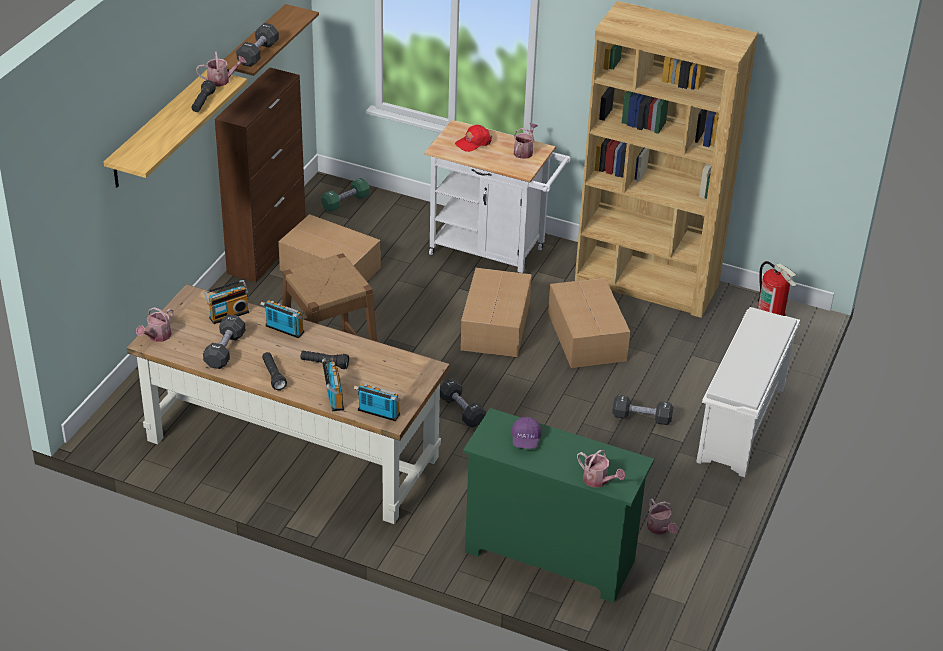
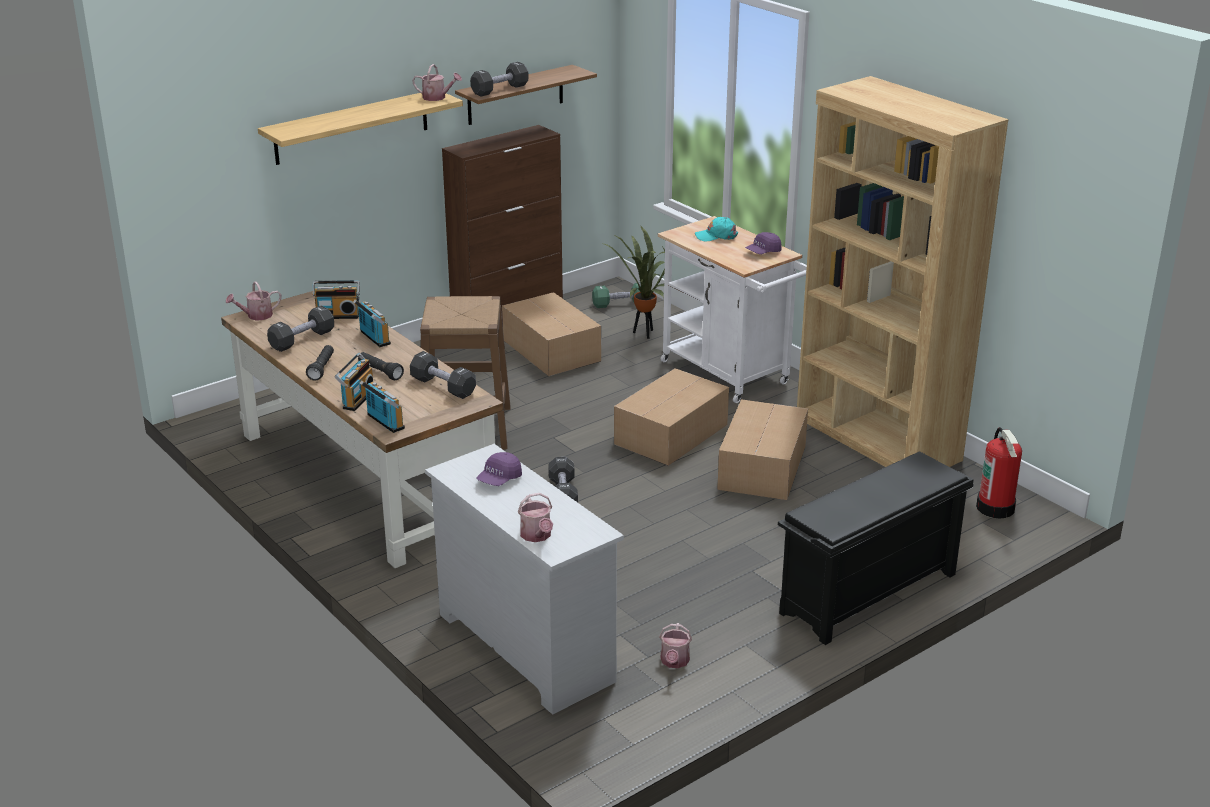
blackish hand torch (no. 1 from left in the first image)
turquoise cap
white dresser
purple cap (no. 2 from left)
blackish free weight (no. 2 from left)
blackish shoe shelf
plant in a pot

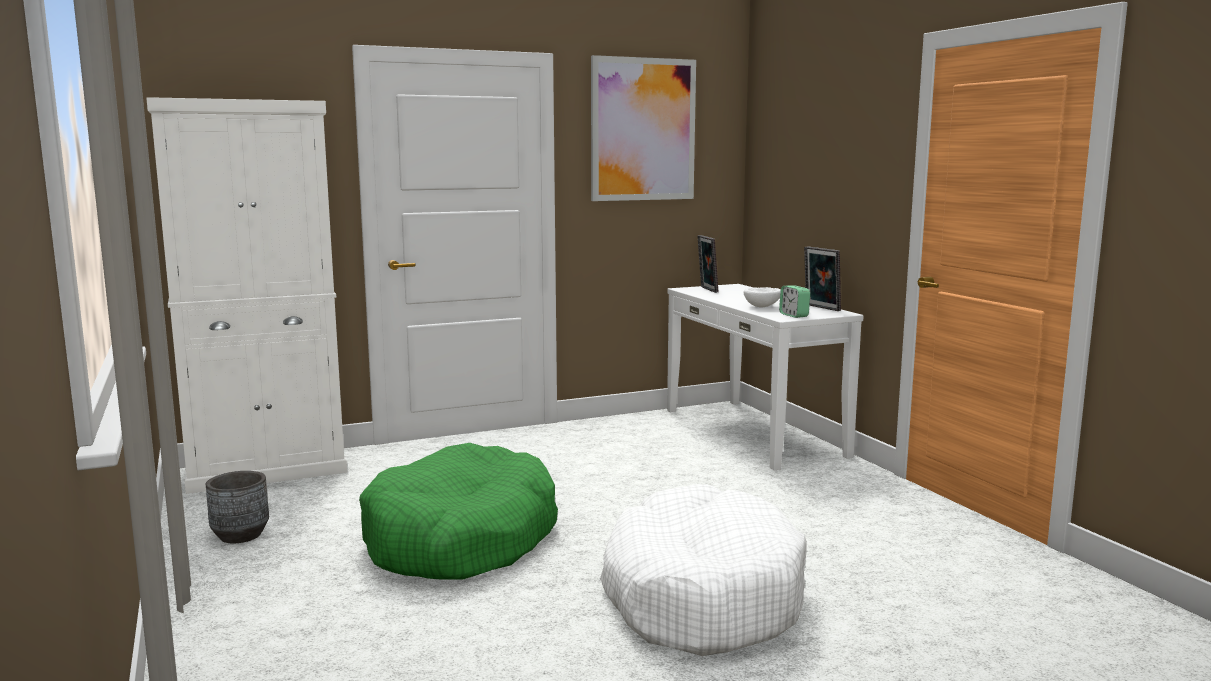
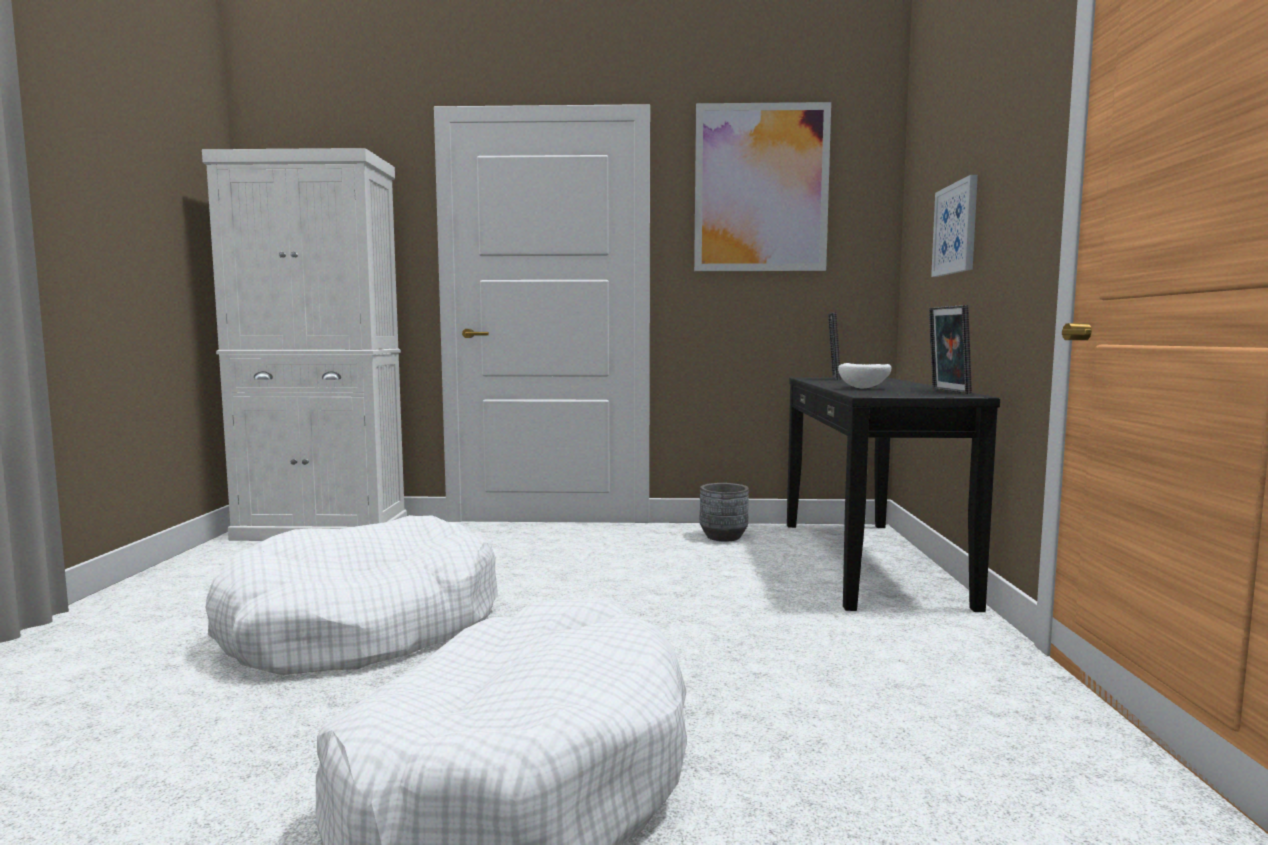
greyish flower pot
white dog bed (no. 1 from left)
blackish narrow table
alarm clock
wall picture (no. 2 from left)

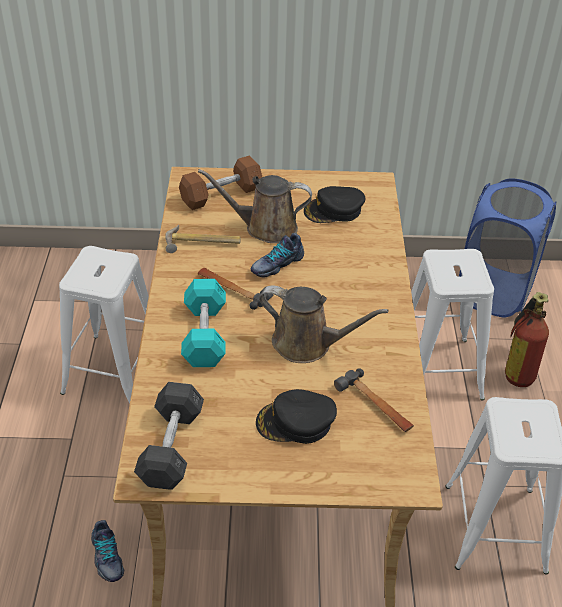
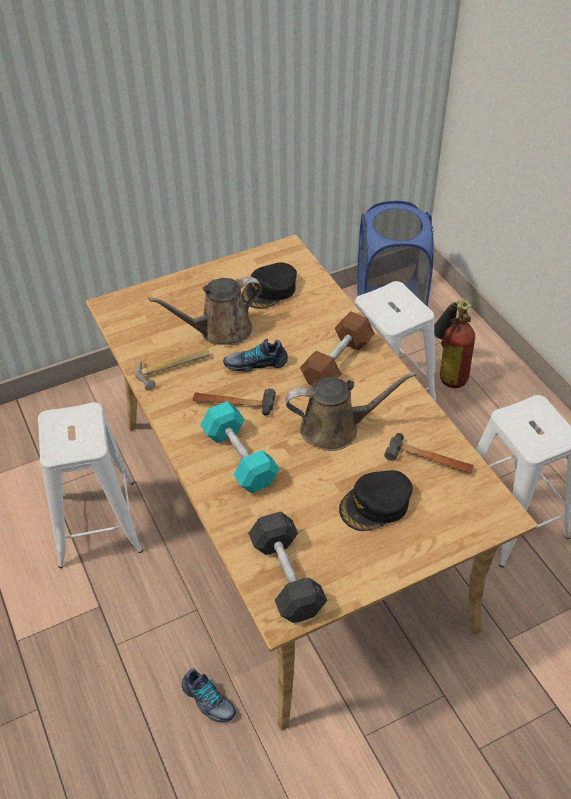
brown free weight
item of footwear (no. 2 from left)

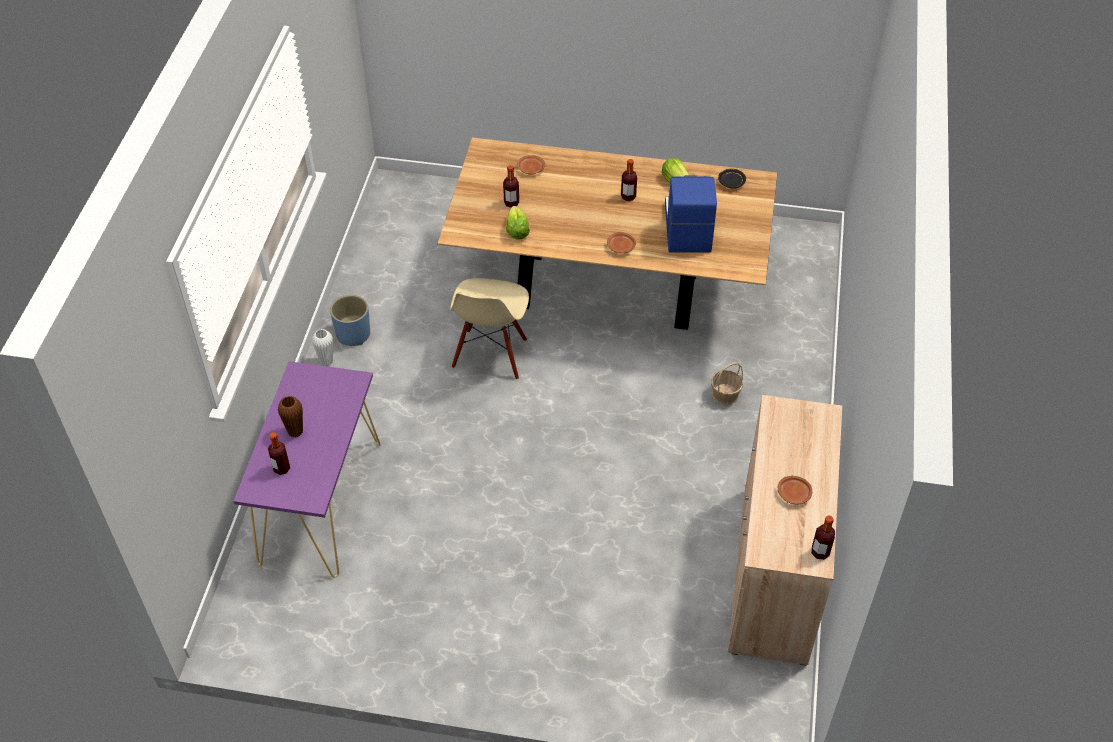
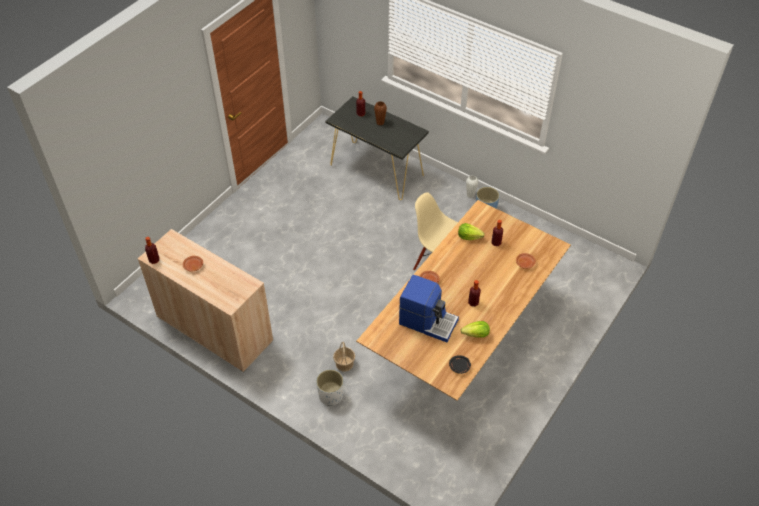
blackish narrow table
white flower pot

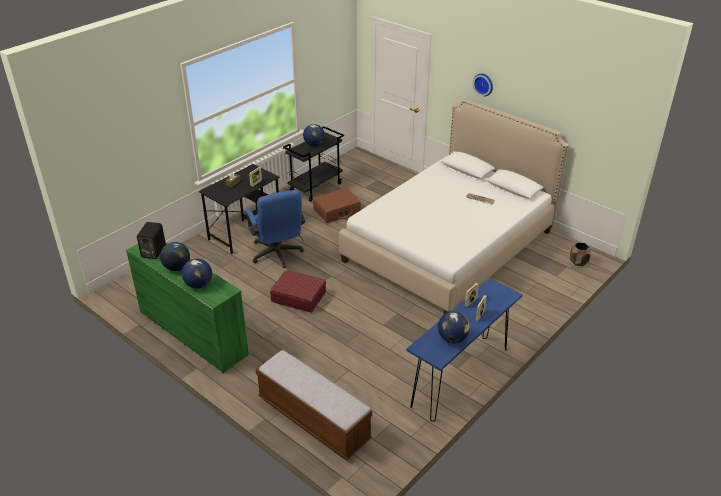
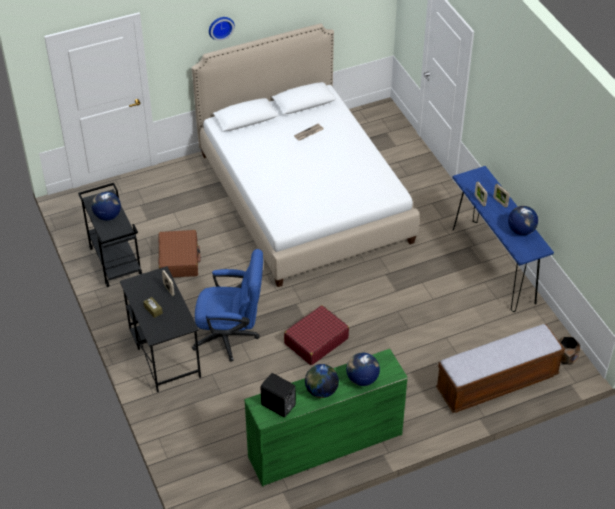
brown flower pot

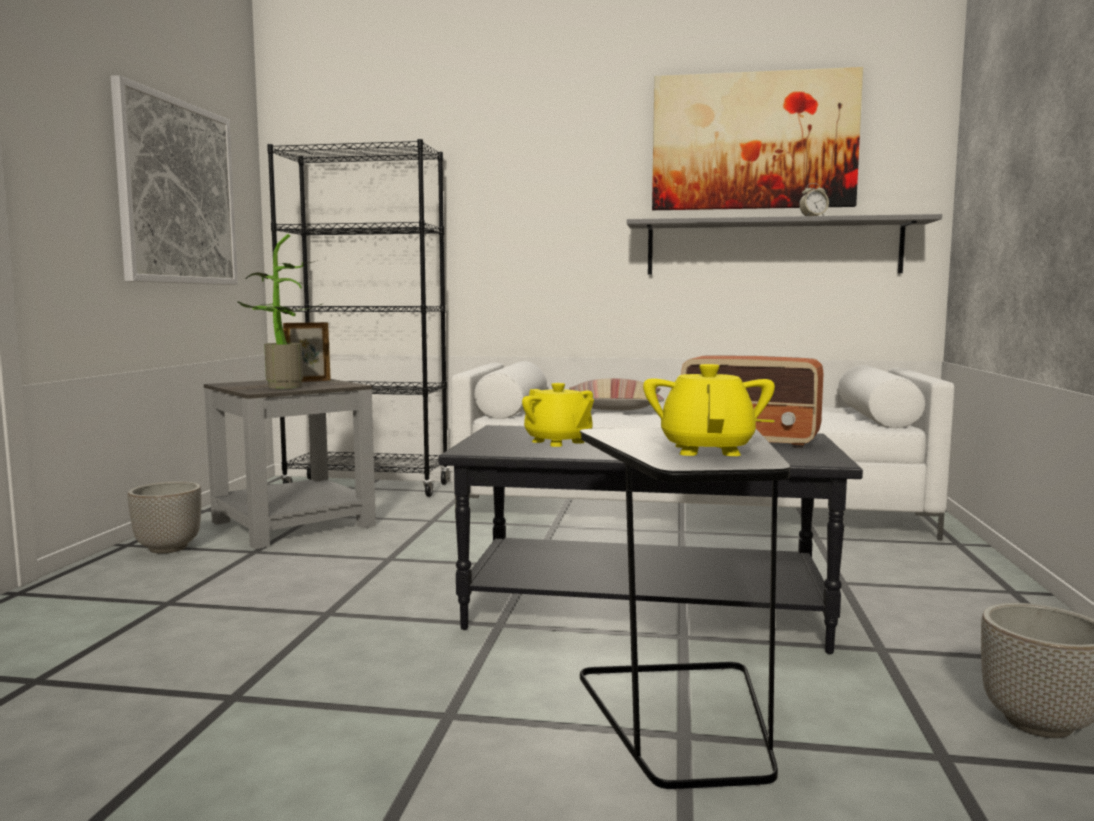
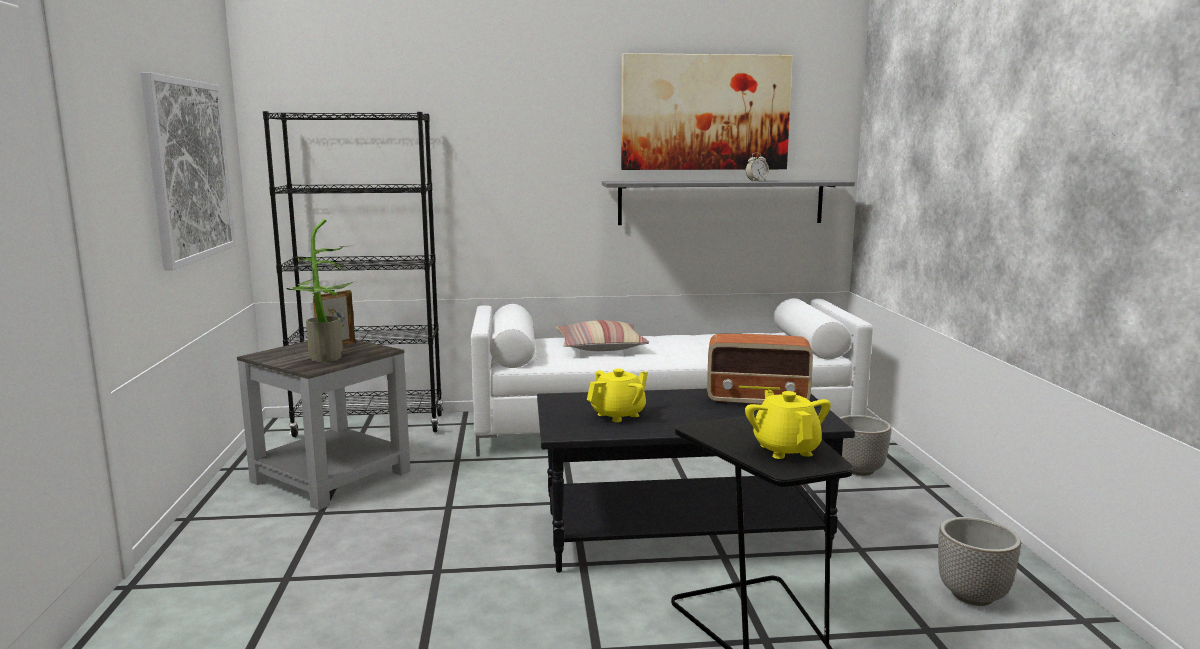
flower pot (no. 1 from left)
yellow tea pot (no. 1 from left)

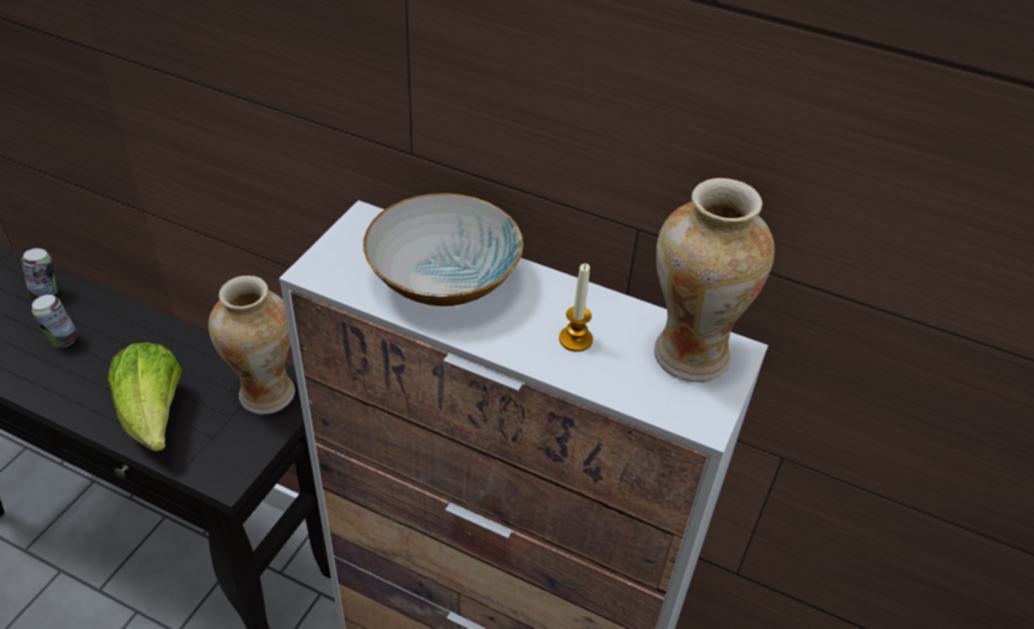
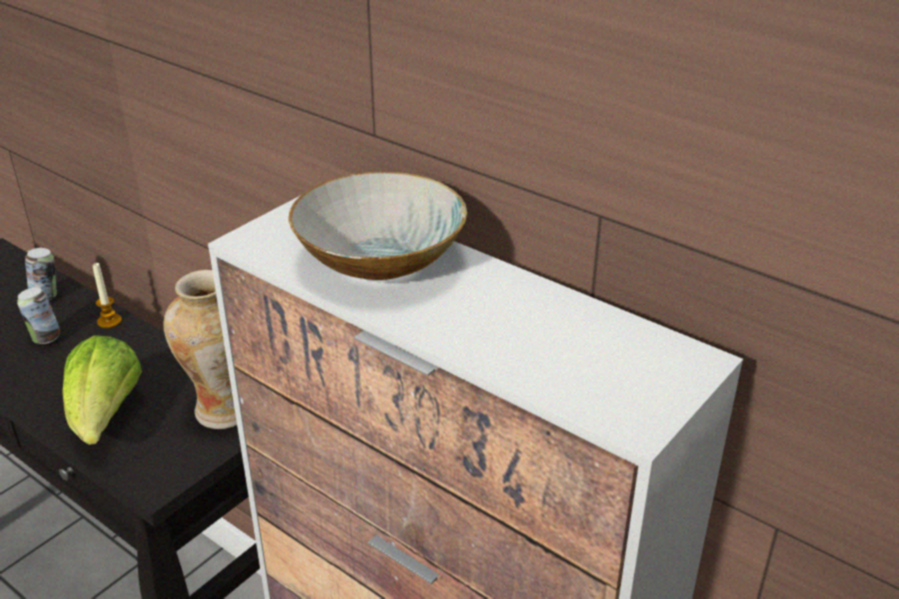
wax candle
vase (no. 2 from left in the first image)

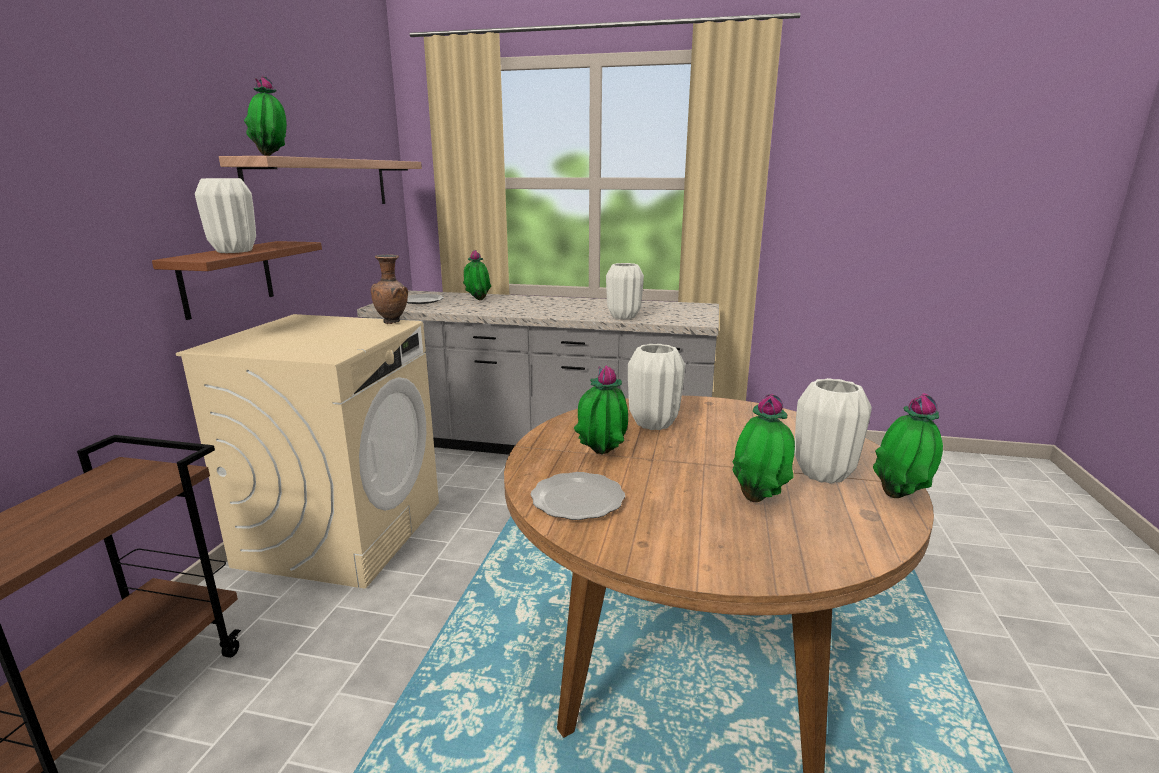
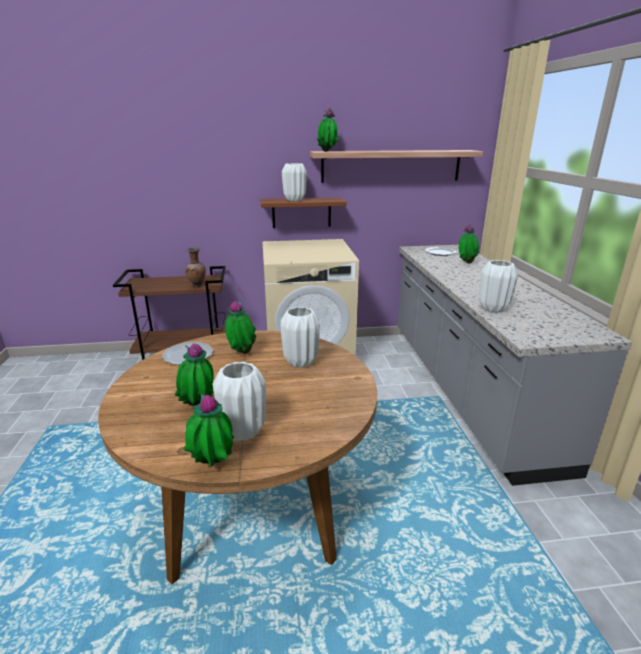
brown vase

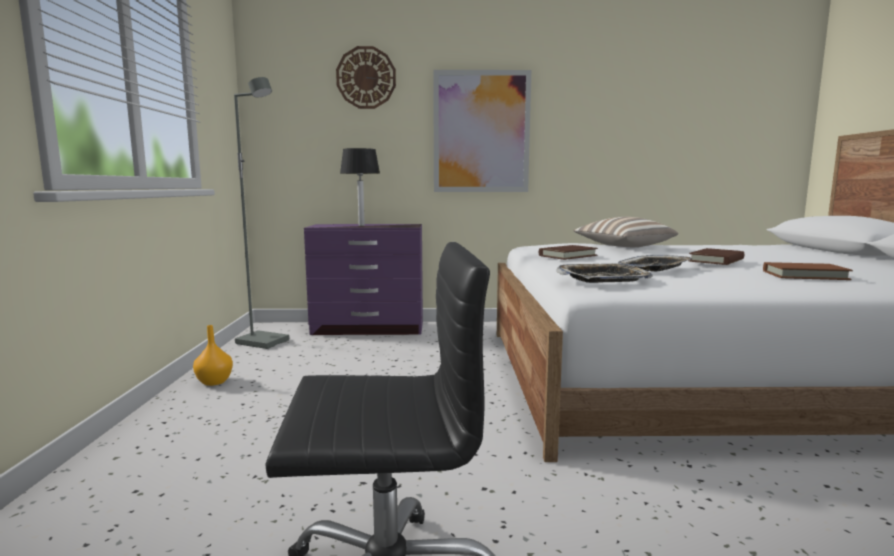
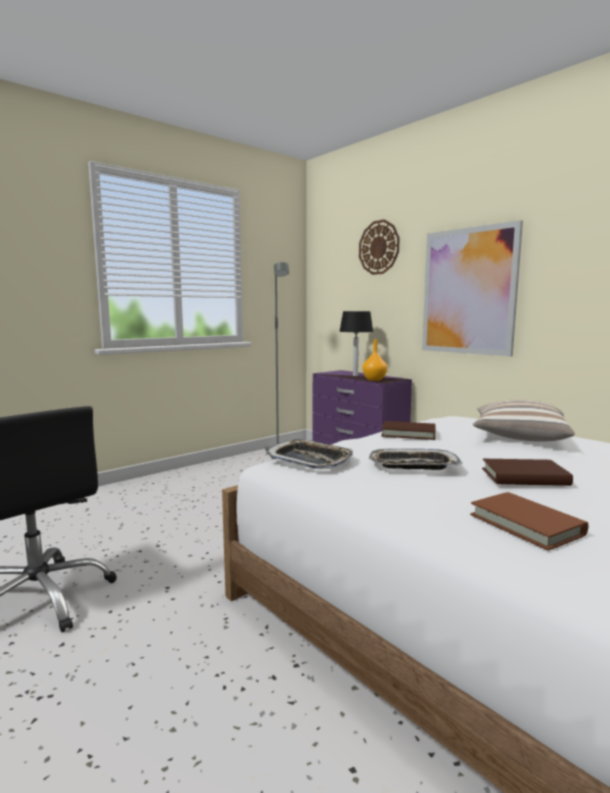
orange-coloured vase

